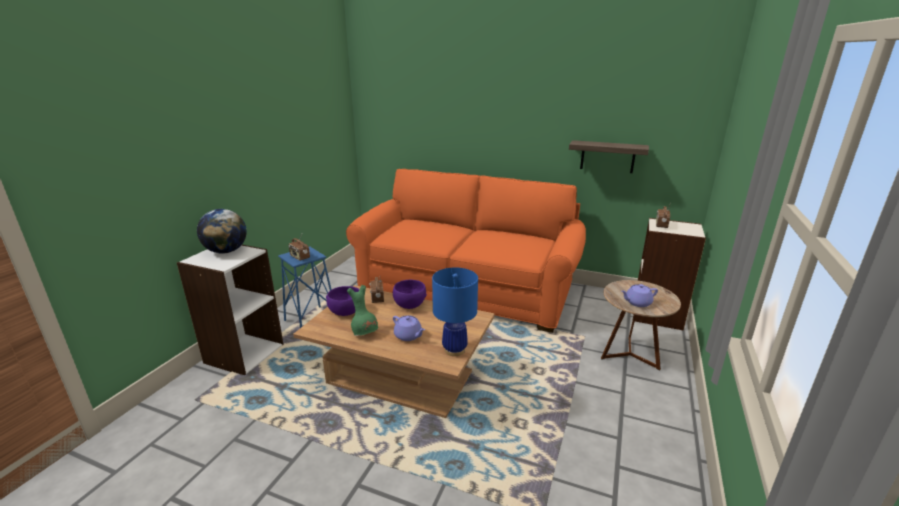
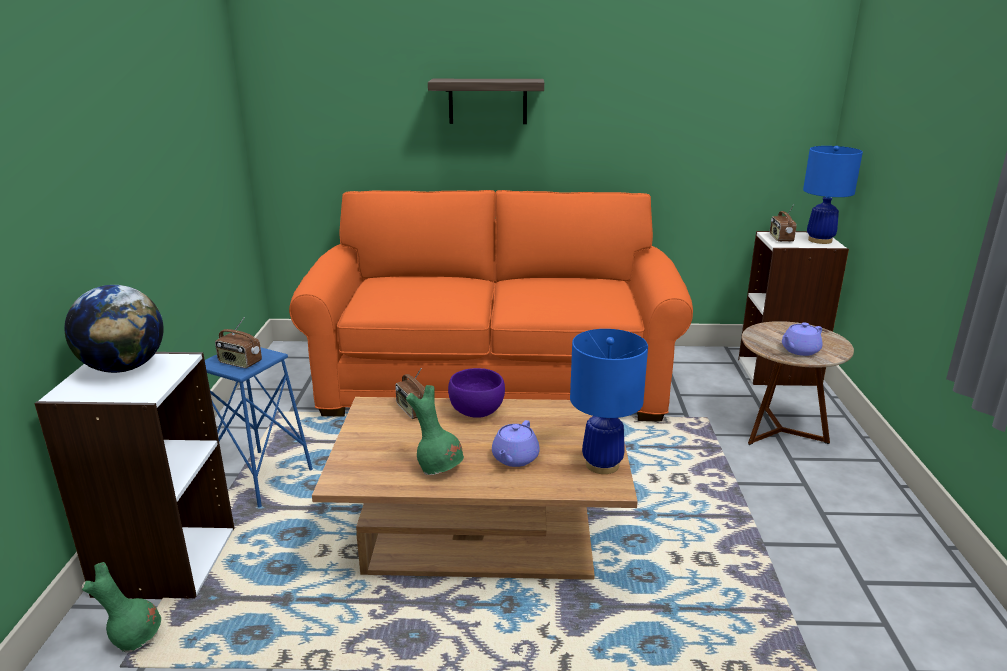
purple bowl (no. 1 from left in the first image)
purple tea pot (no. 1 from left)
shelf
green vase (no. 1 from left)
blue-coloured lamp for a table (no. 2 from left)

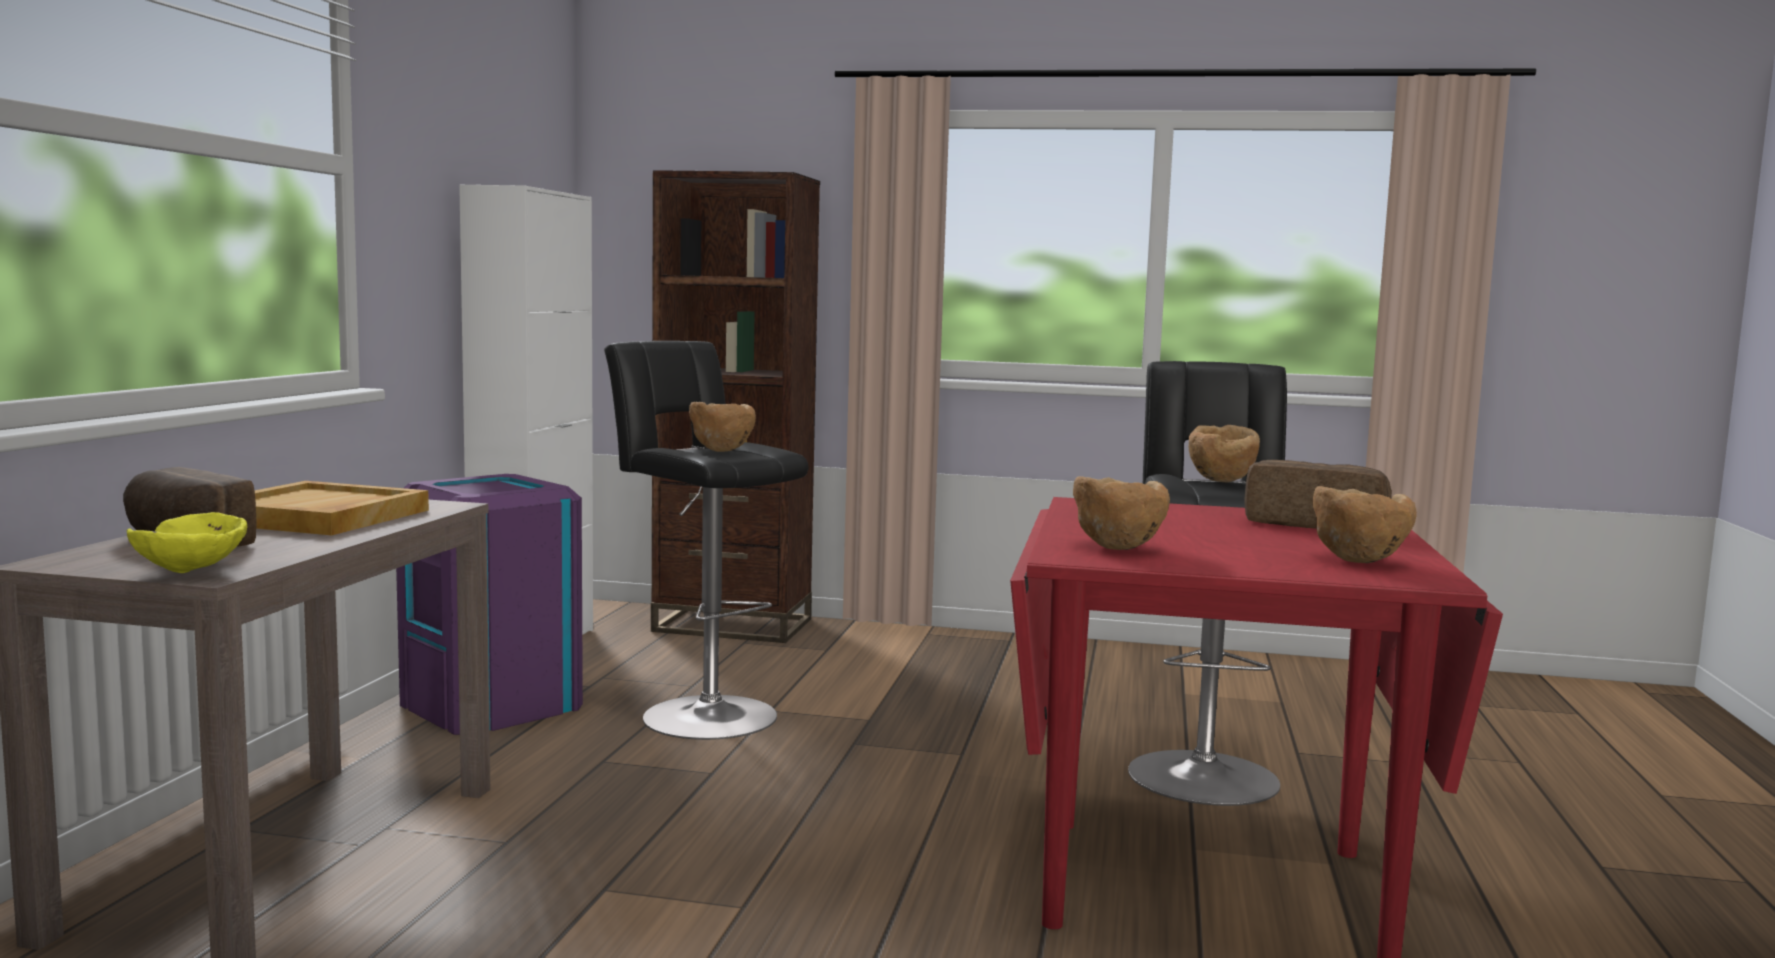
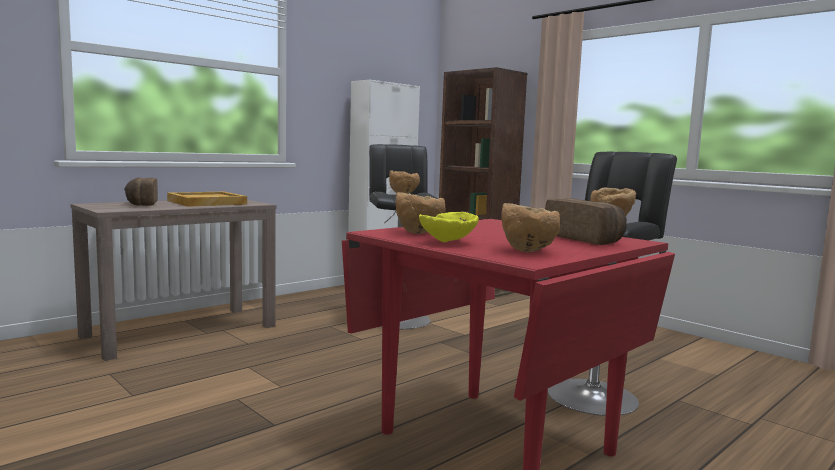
yellow bowl
purple trash can

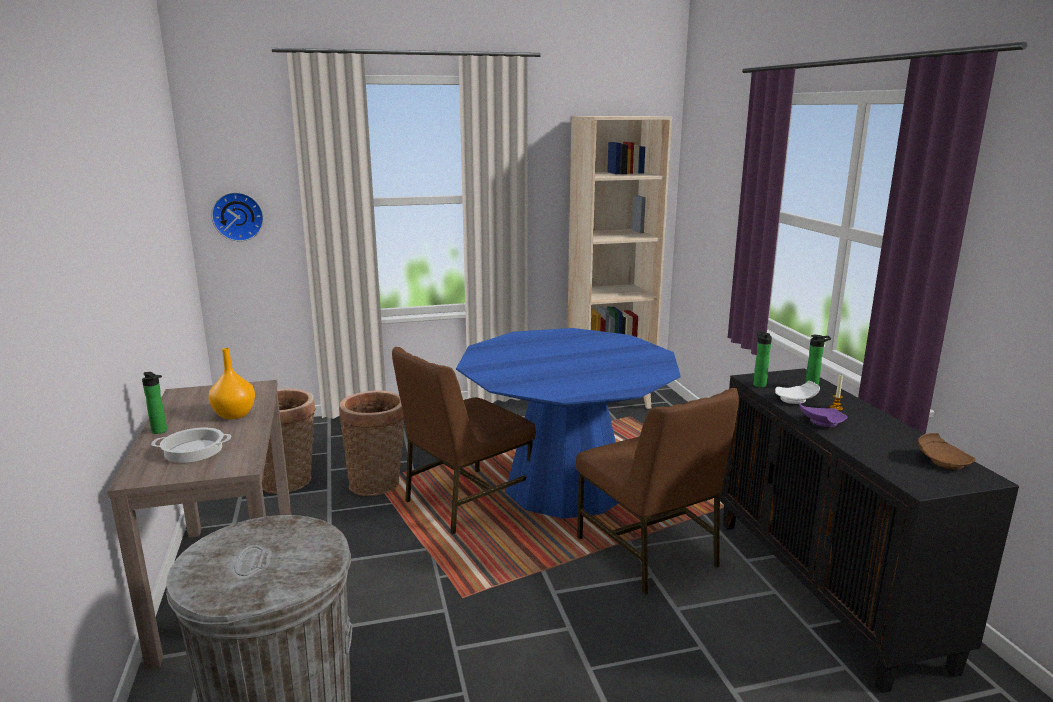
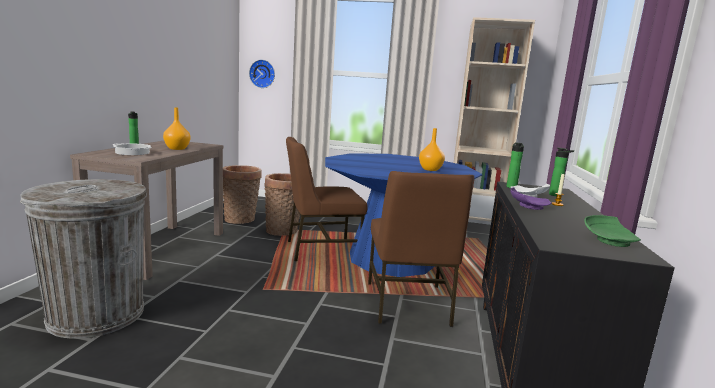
green dinner plate
orange-coloured vase (no. 2 from left)

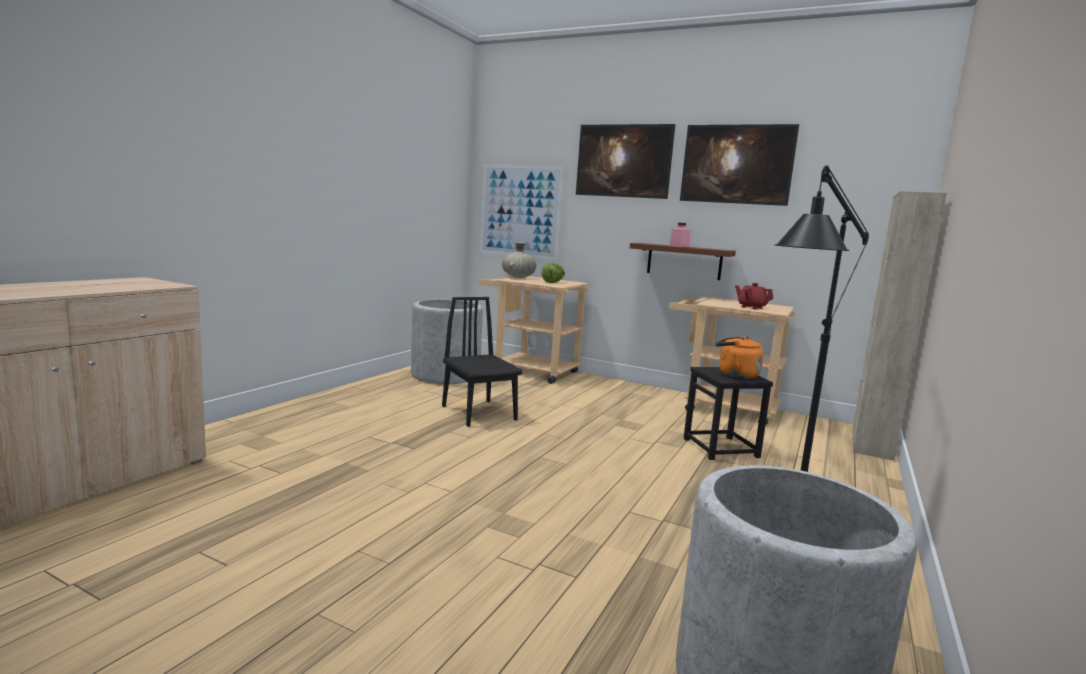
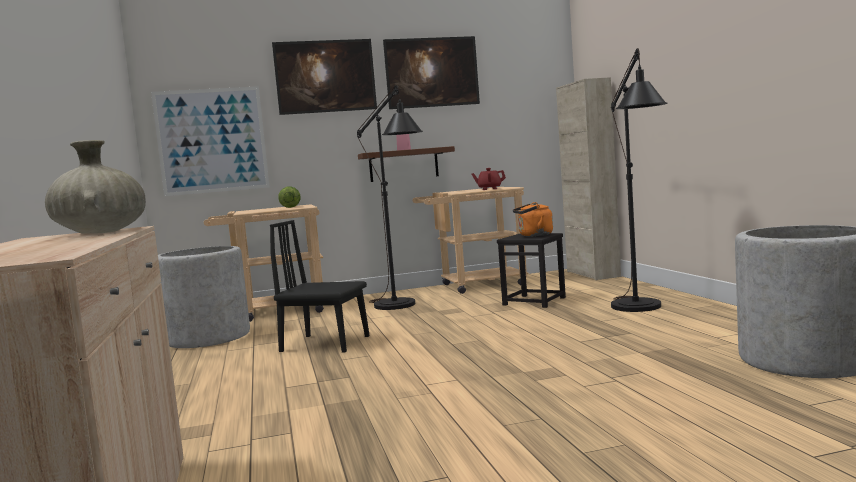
beige-coloured vase
blackish floor lamp (no. 1 from left)

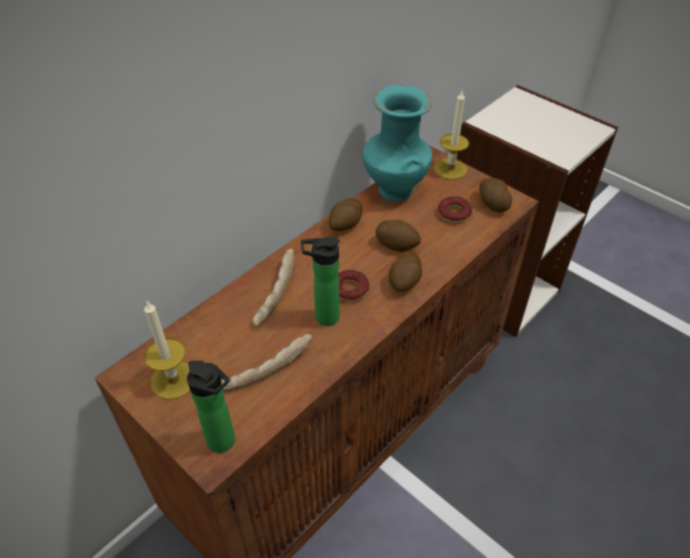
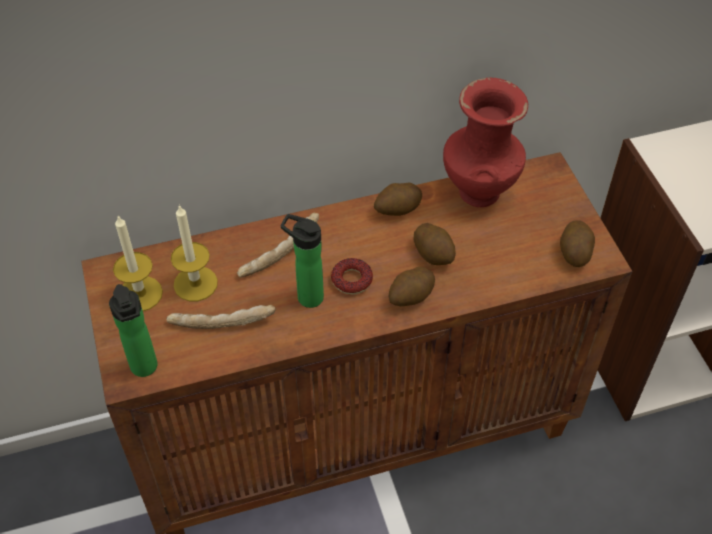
red-coloured vase
wax candle (no. 2 from left)
donut (no. 2 from left in the first image)

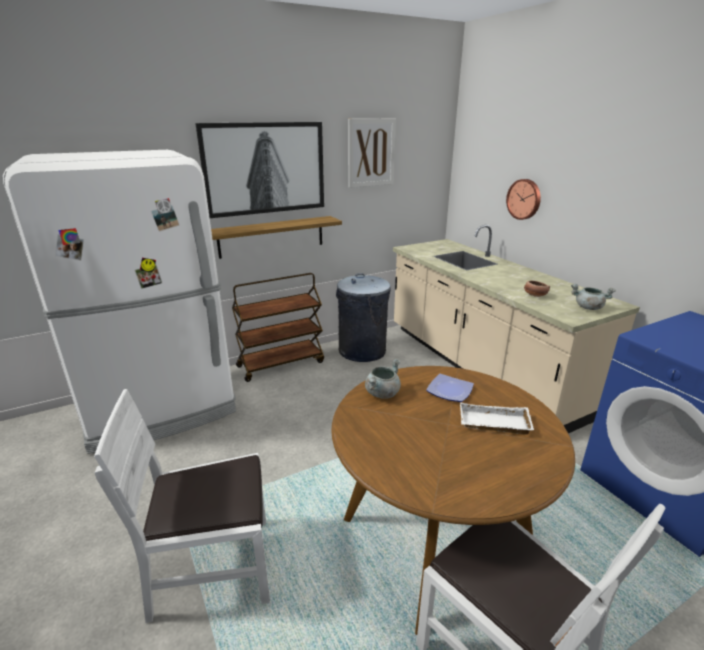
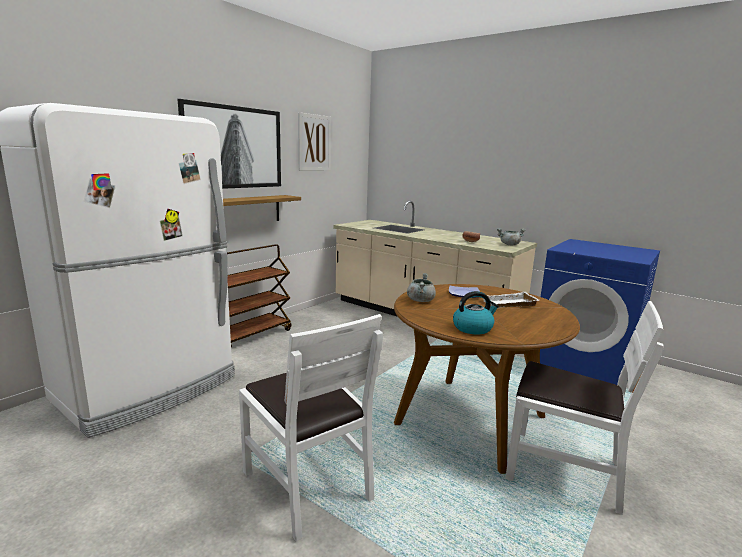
white plain chair (no. 1 from left)
greyish trash can
wall clock
tea kettle

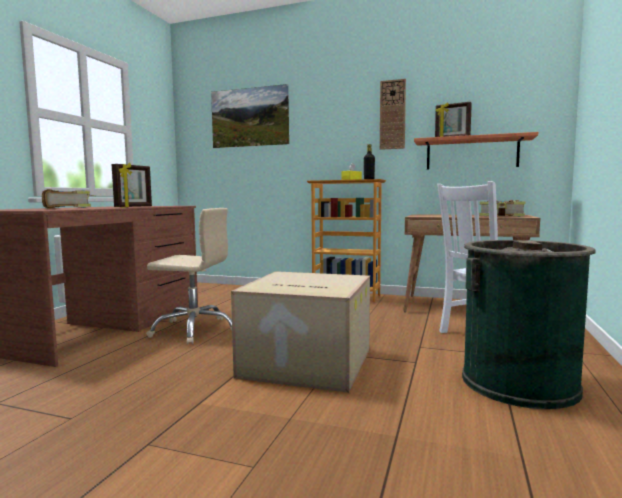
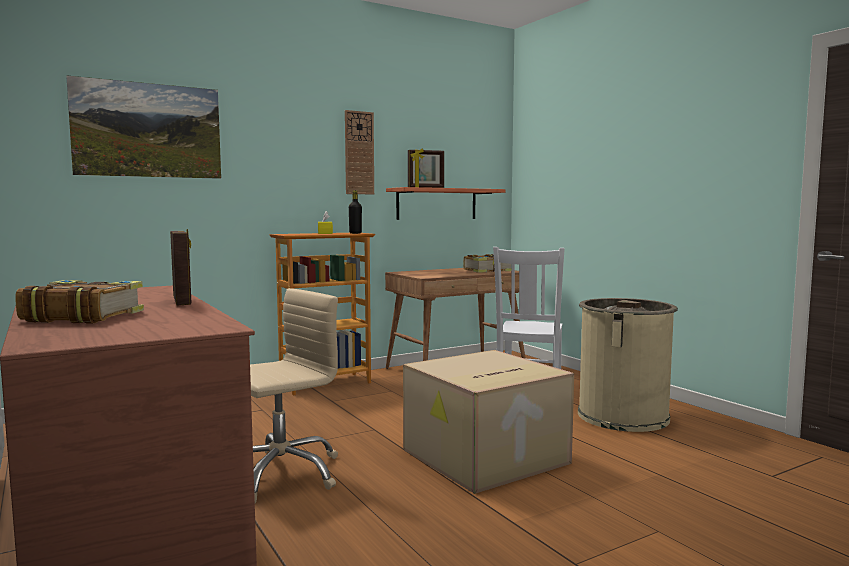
beige-coloured trash can

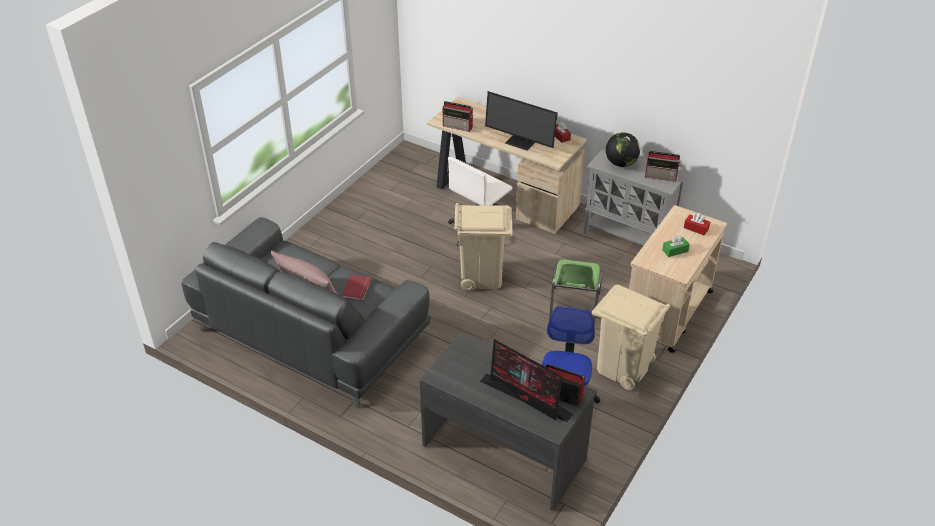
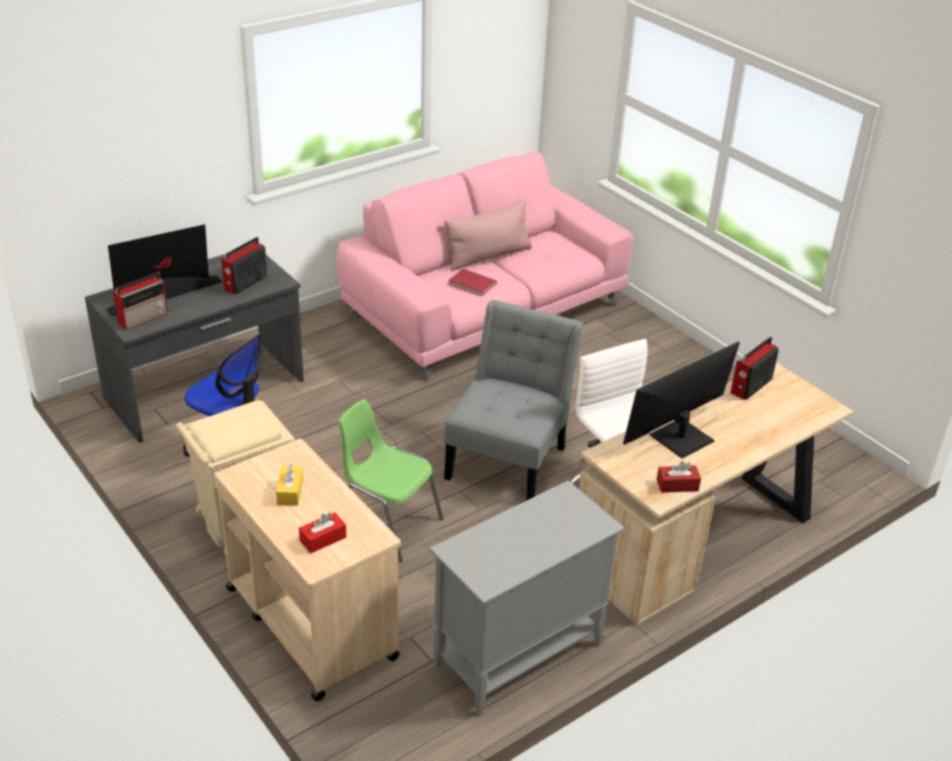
pink-coloured sofa
greyish plain chair
globe
radio receiver (no. 2 from left)
yellow tissue box

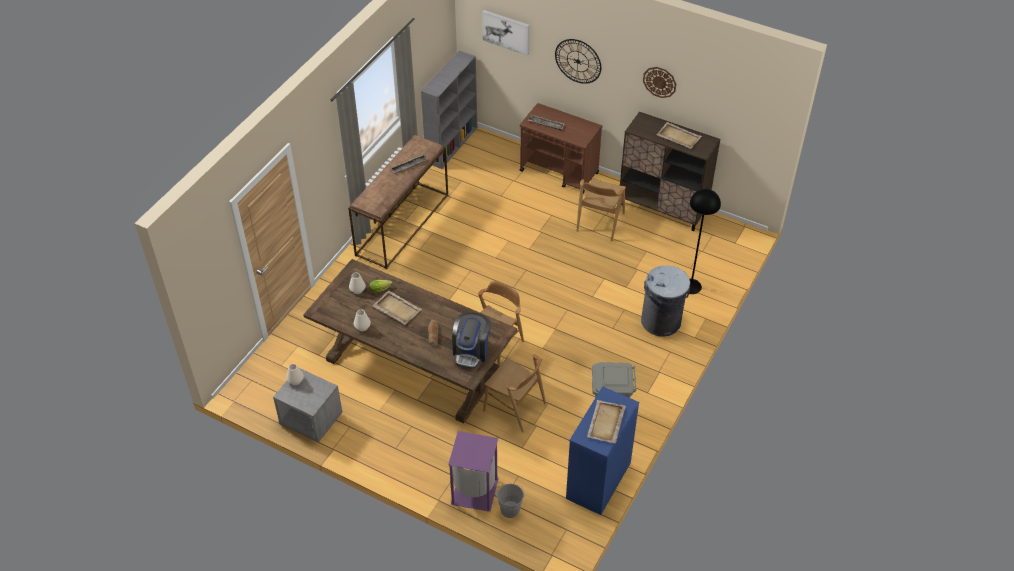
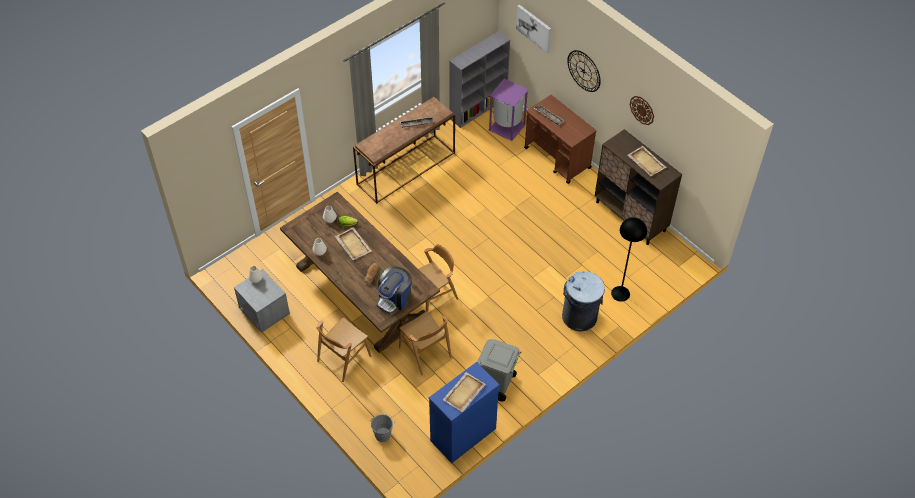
purple trash can
brown plain chair (no. 1 from left)

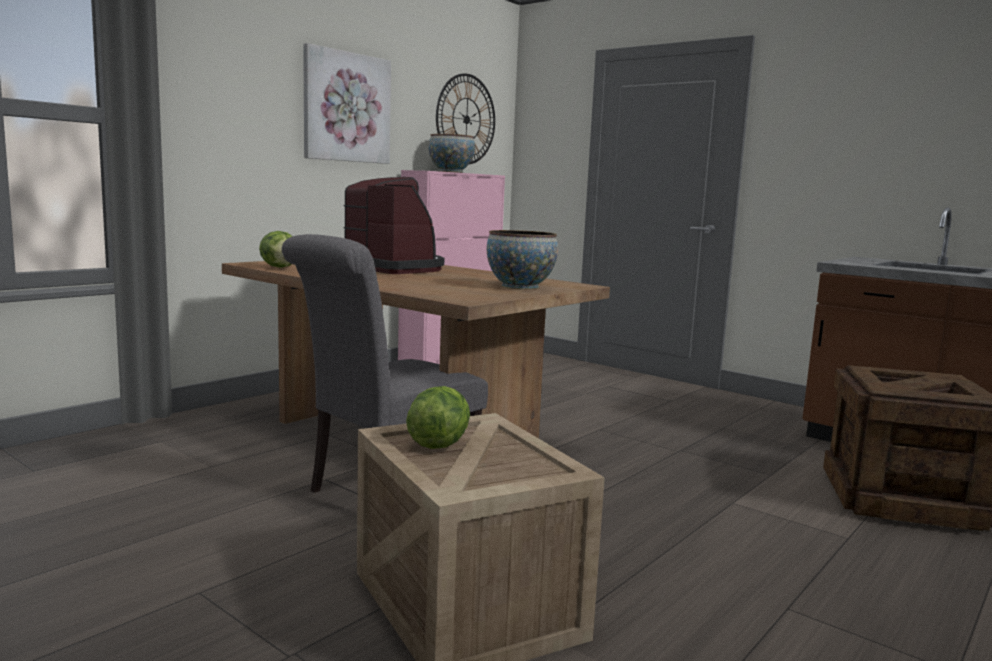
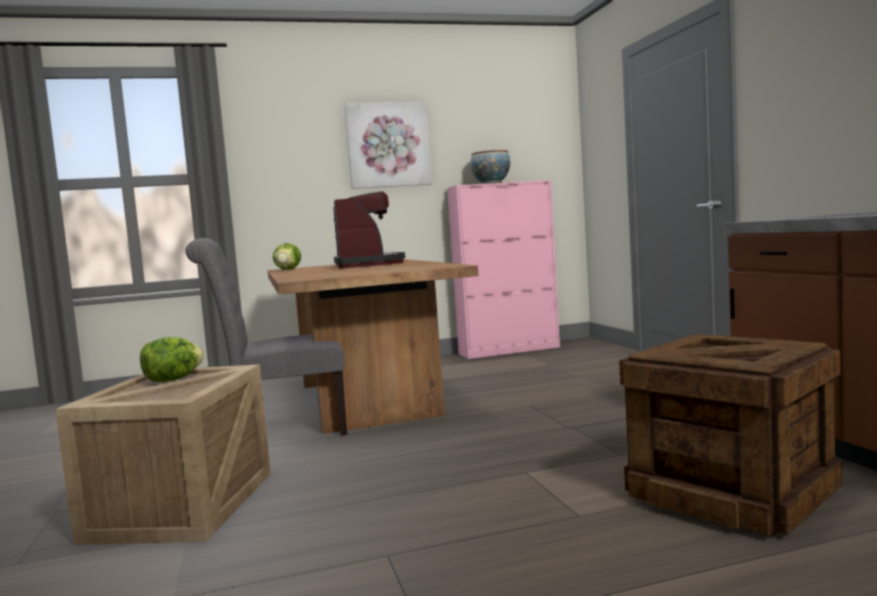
wall clock
bowl (no. 2 from left in the first image)

